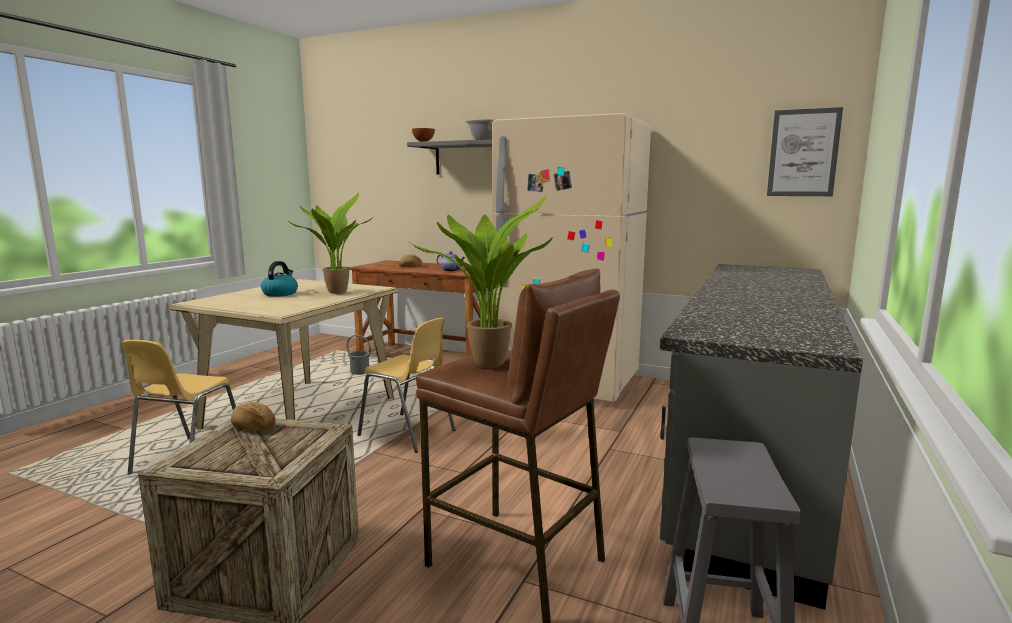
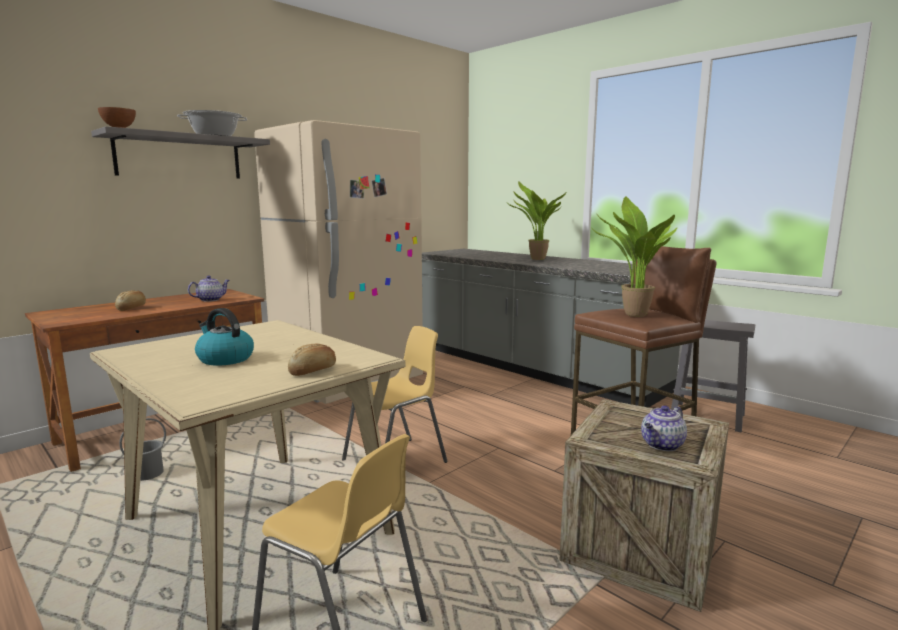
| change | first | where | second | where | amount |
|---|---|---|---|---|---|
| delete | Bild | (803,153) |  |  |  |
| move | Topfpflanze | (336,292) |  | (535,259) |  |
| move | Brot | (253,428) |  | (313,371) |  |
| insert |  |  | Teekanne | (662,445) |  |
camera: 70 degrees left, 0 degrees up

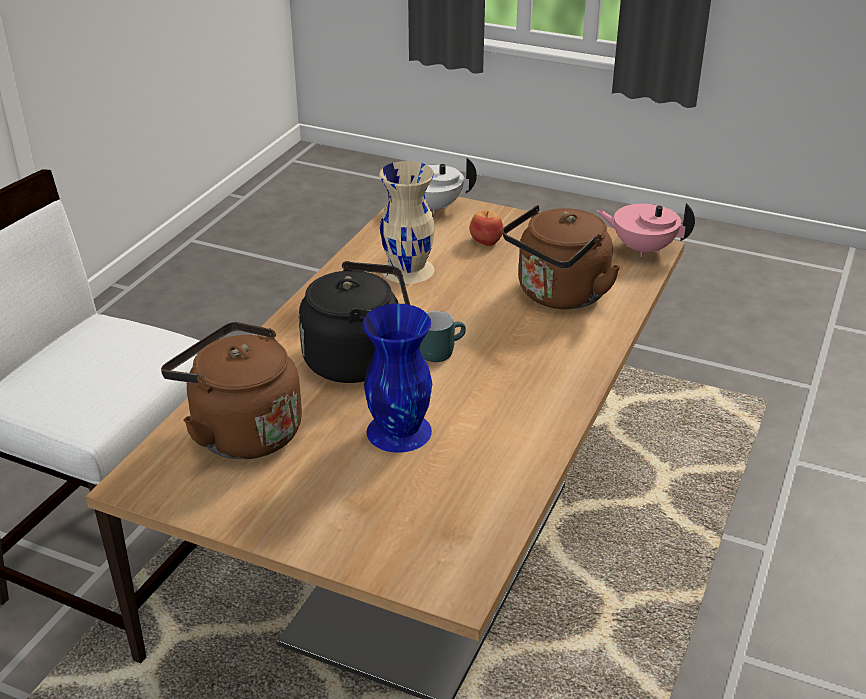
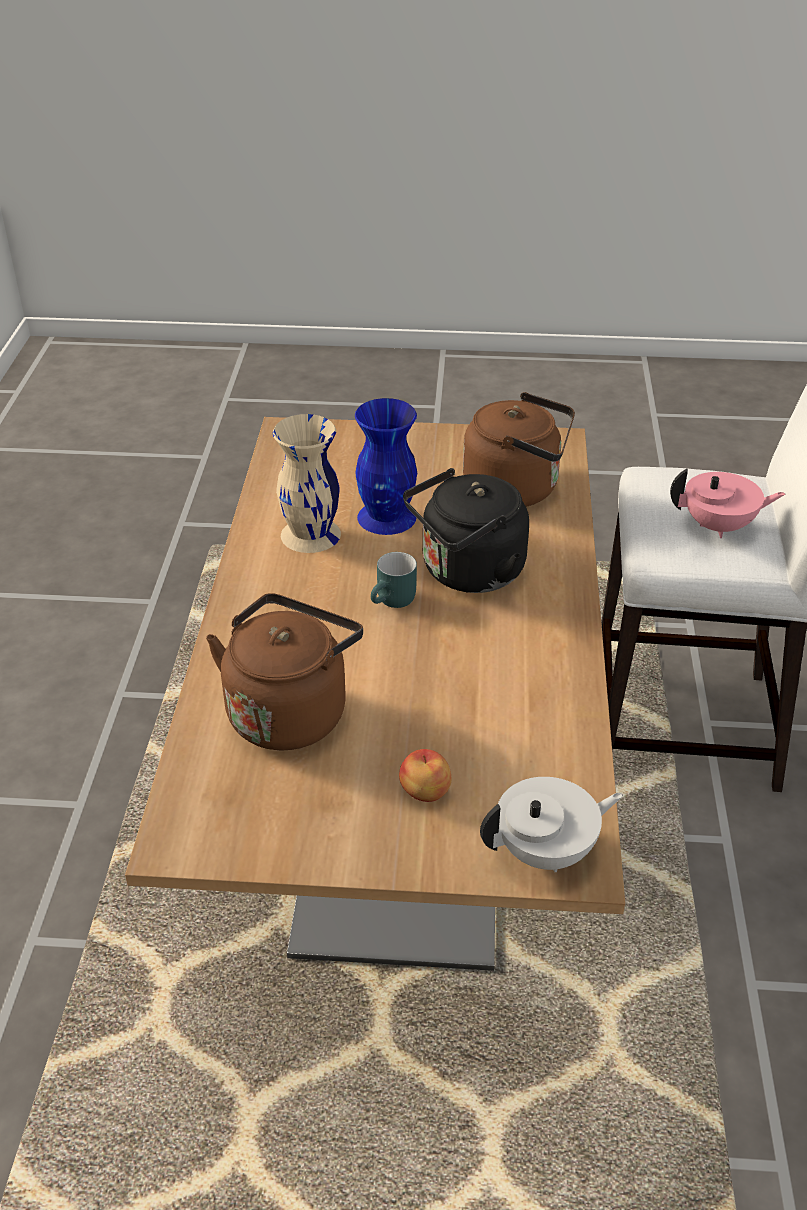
| change | first | where | second | where | amount |
|---|---|---|---|---|---|
| move | Vase (beige) | (408,269) |  | (310,535) |  |
| move | Teekanne (rosa) | (642,248) |  | (719,526) |  |
camera: 160 degrees right, 5 degrees up

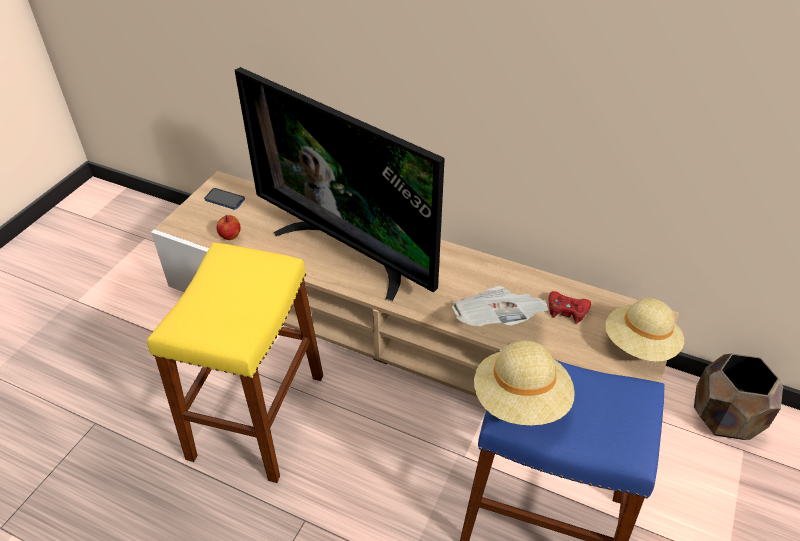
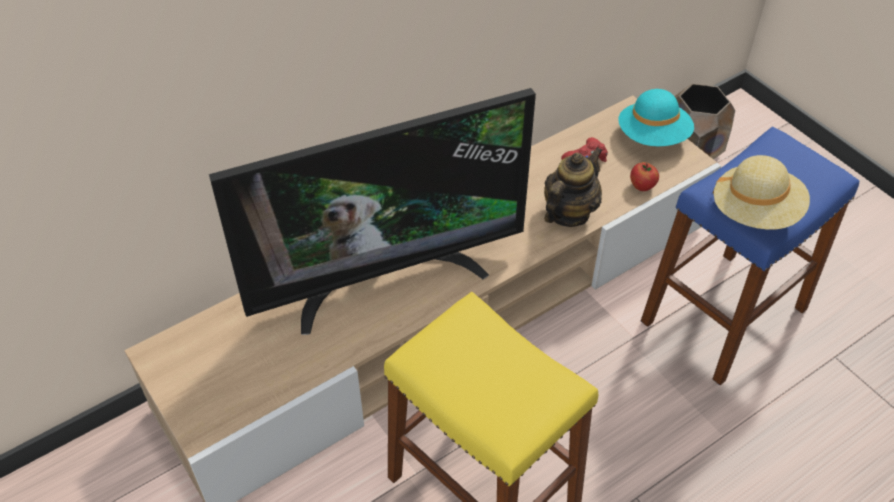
| change | first | where | second | where | amount |
|---|---|---|---|---|---|
| delete | Handy | (225,199) |  |  |  |
| move | Apfel | (230,236) |  | (642,186) |  |
| replace | Zeitung | (495,322) | Teekanne | (568,213) |  |
| recolor | Hut (beige) | (640,345) | Hut (türkis) | (653,137) |  |
camera: 60 degrees left, 5 degrees up

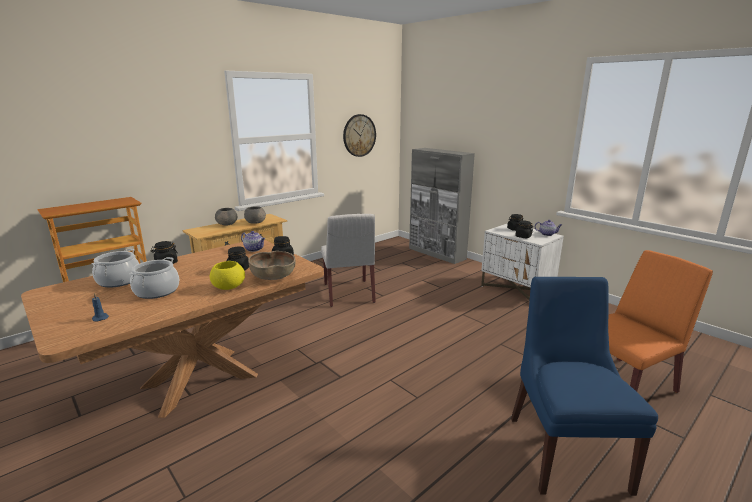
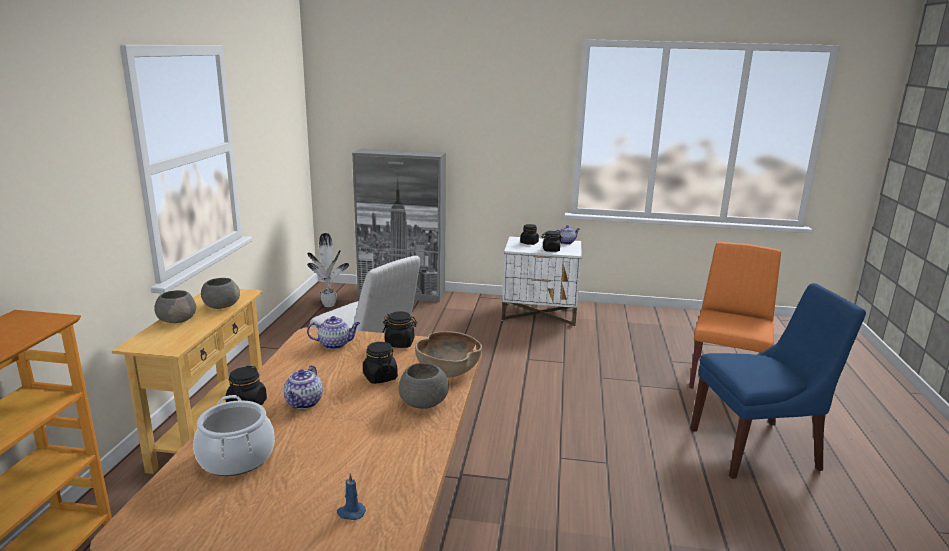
| change | first | where | second | where | amount |
|---|---|---|---|---|---|
| delete | Wanduhr | (359,135) |  |  |  |
| delete | Kochtopf | (156,291) |  |  |  |
| recolor | Schüssel (gelb) | (228,287) | Schüssel (grau) | (422,403) |  |
| rotate | Stuhl (blau) | (565,449) |  | (758,449) | 120 degrees clockwise |
| insert |  |  | Topfpflanze | (329,304) |  |
| insert |  |  | Teekanne | (304,403) |  |
camera: 40 degrees left, 0 degrees up

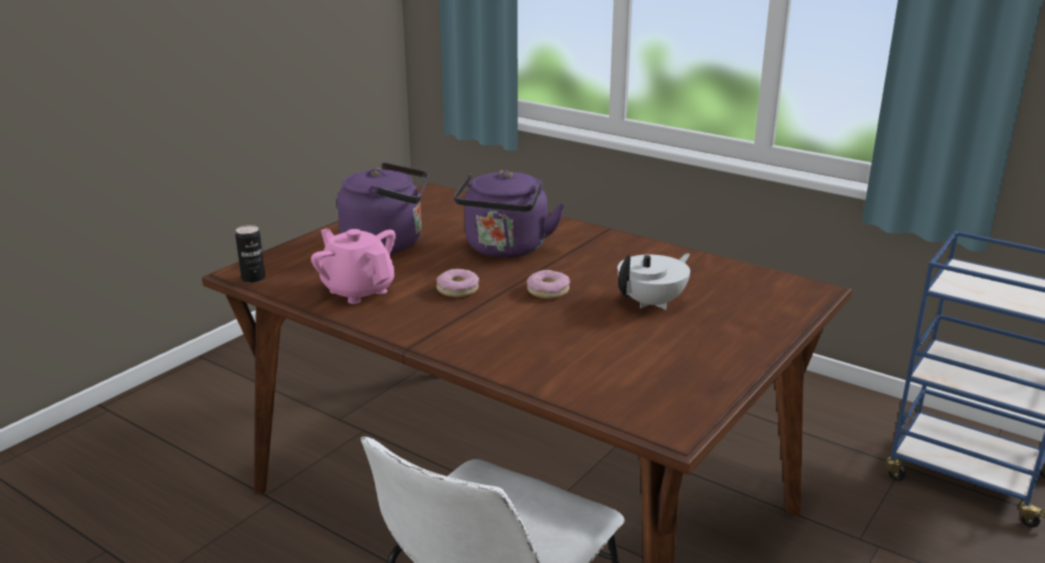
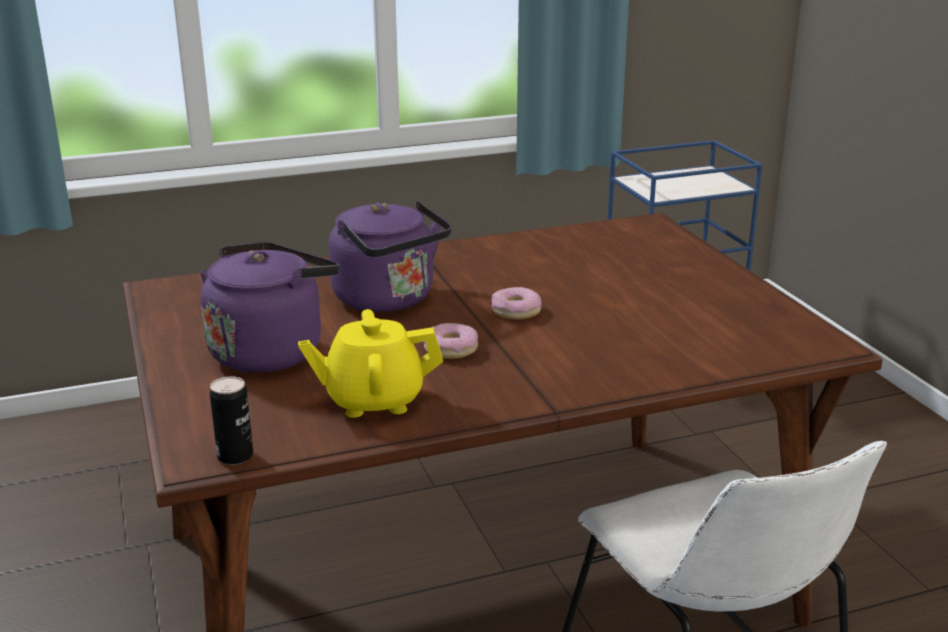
| change | first | where | second | where | amount |
|---|---|---|---|---|---|
| recolor | Teekanne (rosa) | (358,290) | Teekanne (gelb) | (373,400) |  |
| delete | Teekanne (weiß) | (652,302) |  |  |  |
camera: 55 degrees left, 0 degrees up

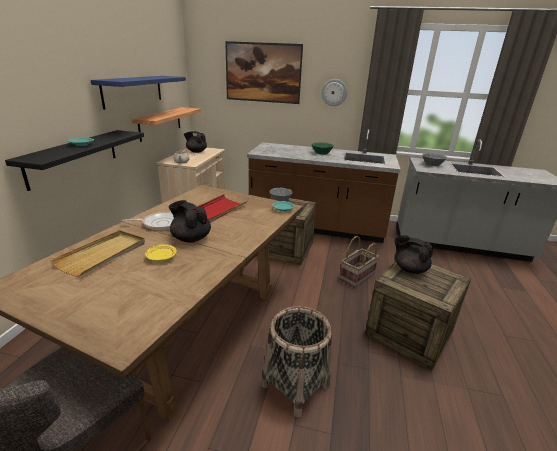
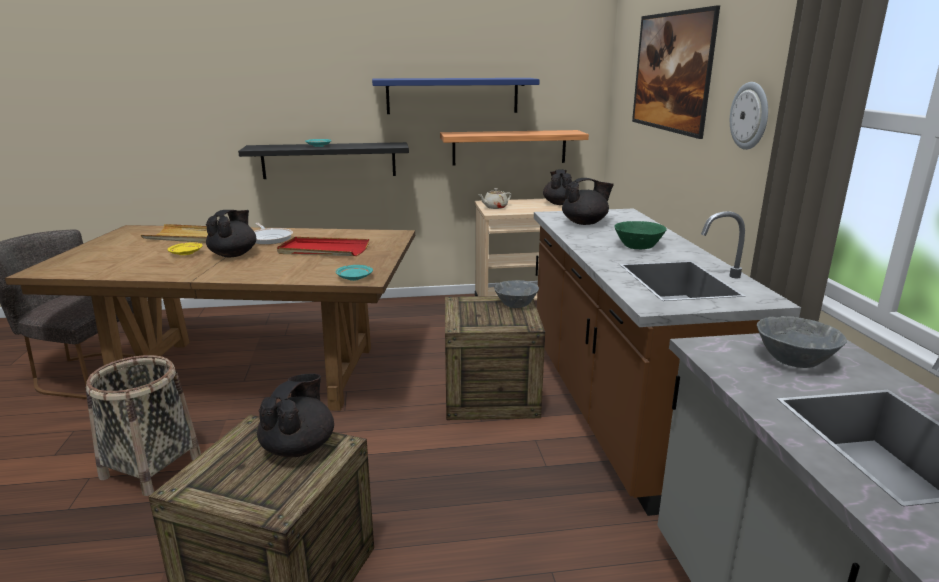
| change | first | where | second | where | amount |
|---|---|---|---|---|---|
| delete | Korb | (357,276) |  |  |  |
| insert |  |  | Teekanne (schwarz) | (585,223) |  |
camera: 70 degrees right, 5 degrees down

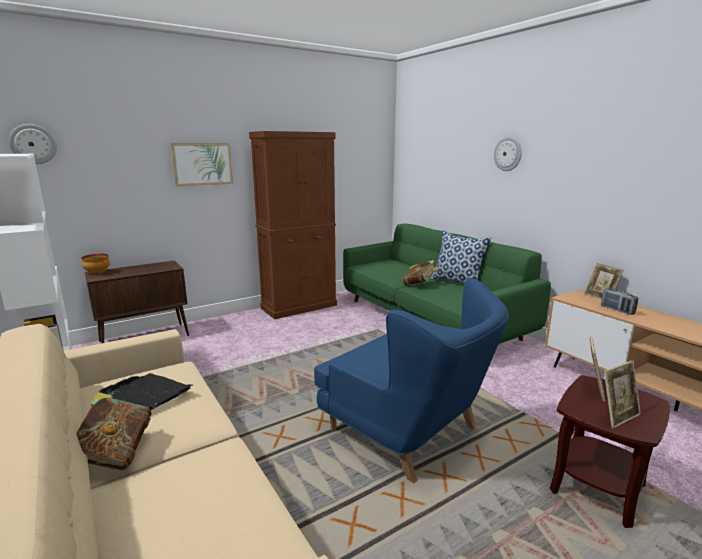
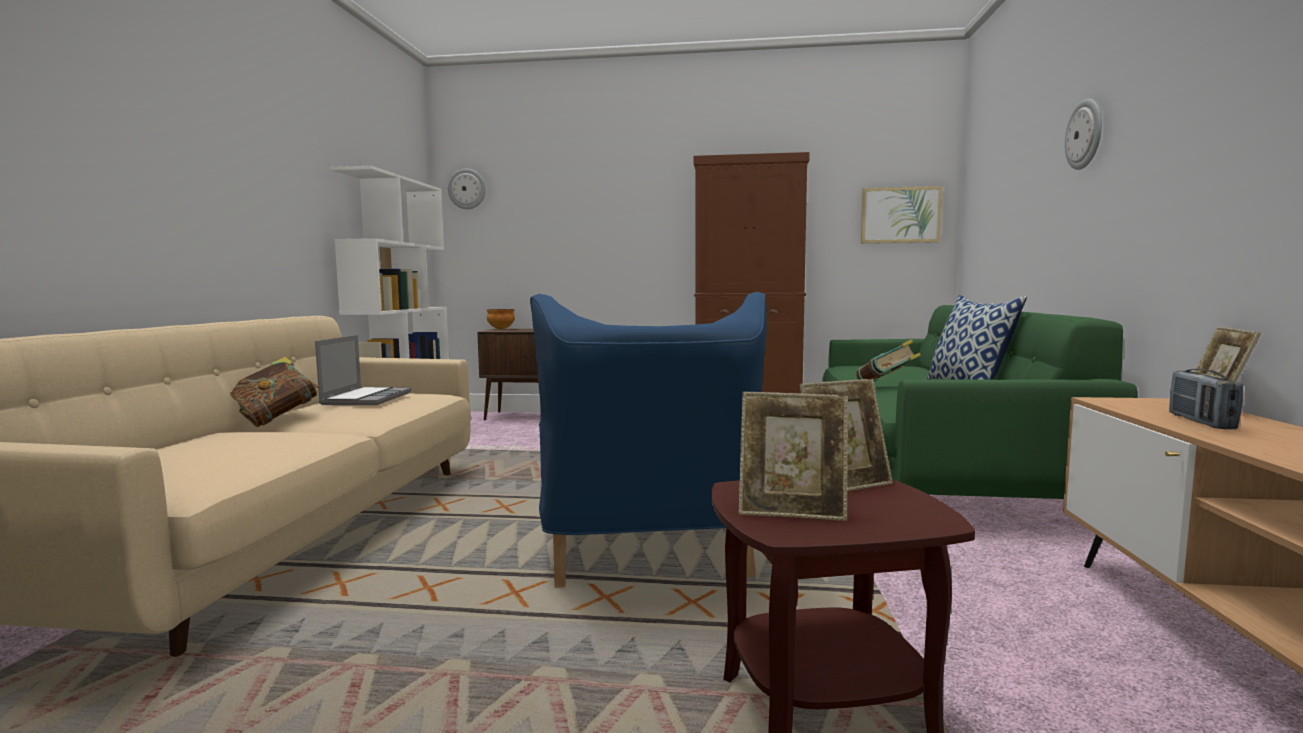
| change | first | where | second | where | amount |
|---|---|---|---|---|---|
| move | Bild | (202,164) |  | (900,215) |  |
| replace | Tablett (schwarz) | (145,395) | Laptop | (366,398) |  |
camera: 40 degrees right, 10 degrees down

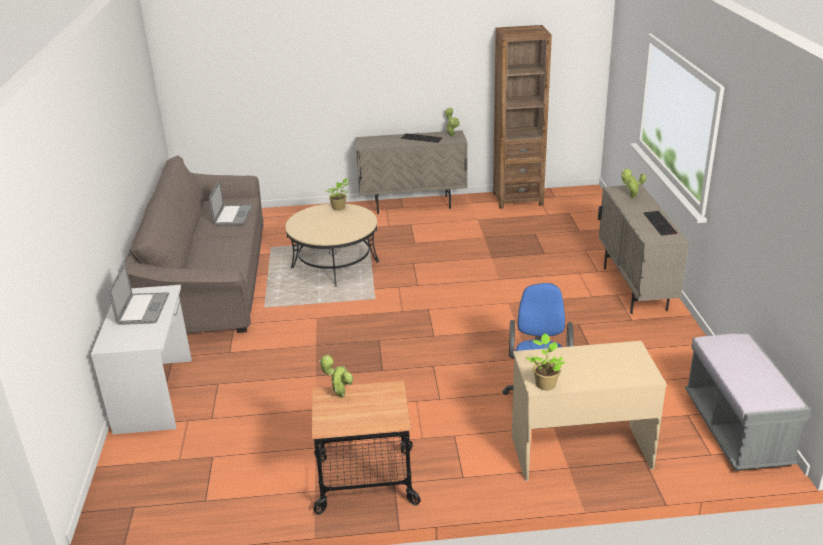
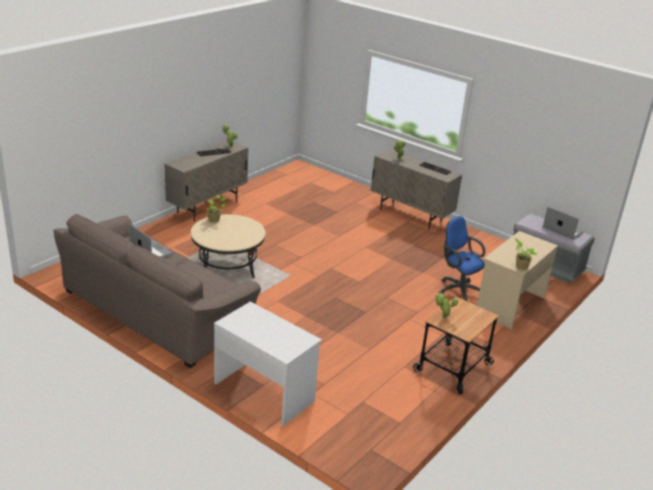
| change | first | where | second | where | amount |
|---|---|---|---|---|---|
| delete | Bücherregal (braun) | (517,199) |  |  |  |
| move | Laptop | (143,309) |  | (562,230) |  |
camera: 50 degrees left, 0 degrees up

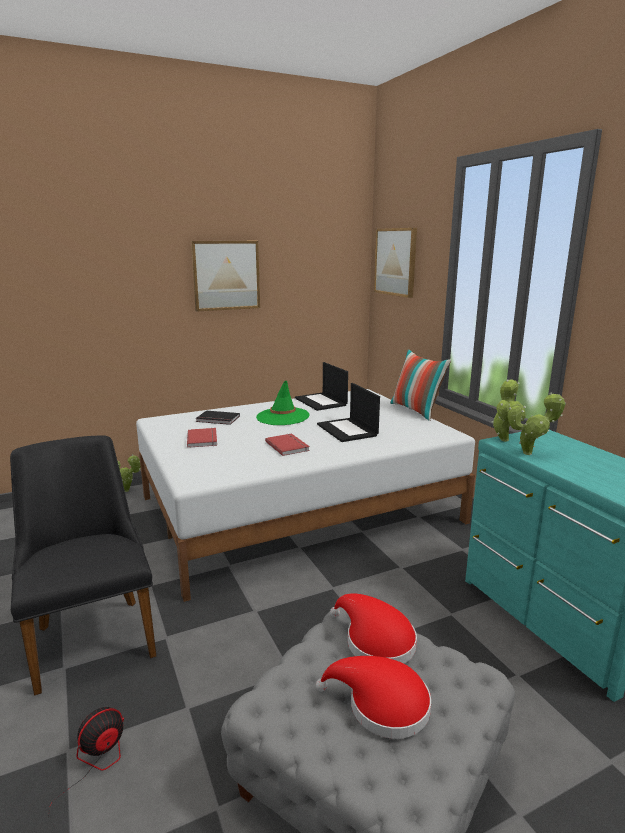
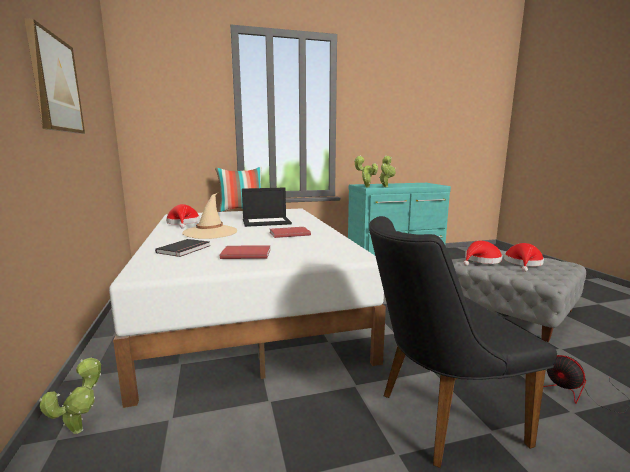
| change | first | where | second | where | amount |
|---|---|---|---|---|---|
| delete | Bild | (396,262) |  |  |  |
| replace | Laptop | (321,402) | Hut (rot) | (183,223) |  |
| recolor | Hut (grün) | (283,417) | Hut (beige) | (210,232) |  |
camera: 80 degrees left, 5 degrees down

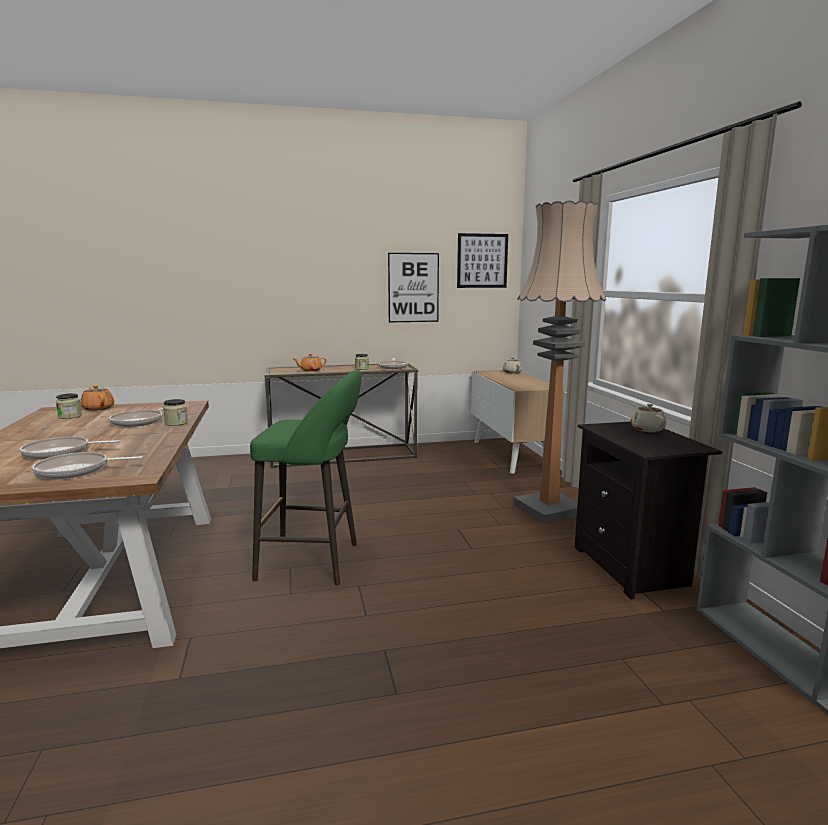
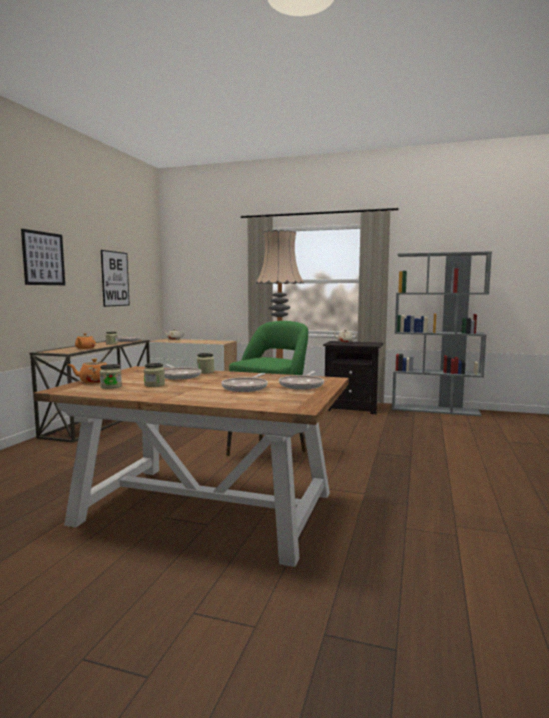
| change | first | where | second | where | amount |
|---|---|---|---|---|---|
| move | Bild | (482,261) |  | (43,258) |  |
| insert |  |  | Vorratsglas | (154,385) |  |
camera: 60 degrees left, 5 degrees down

